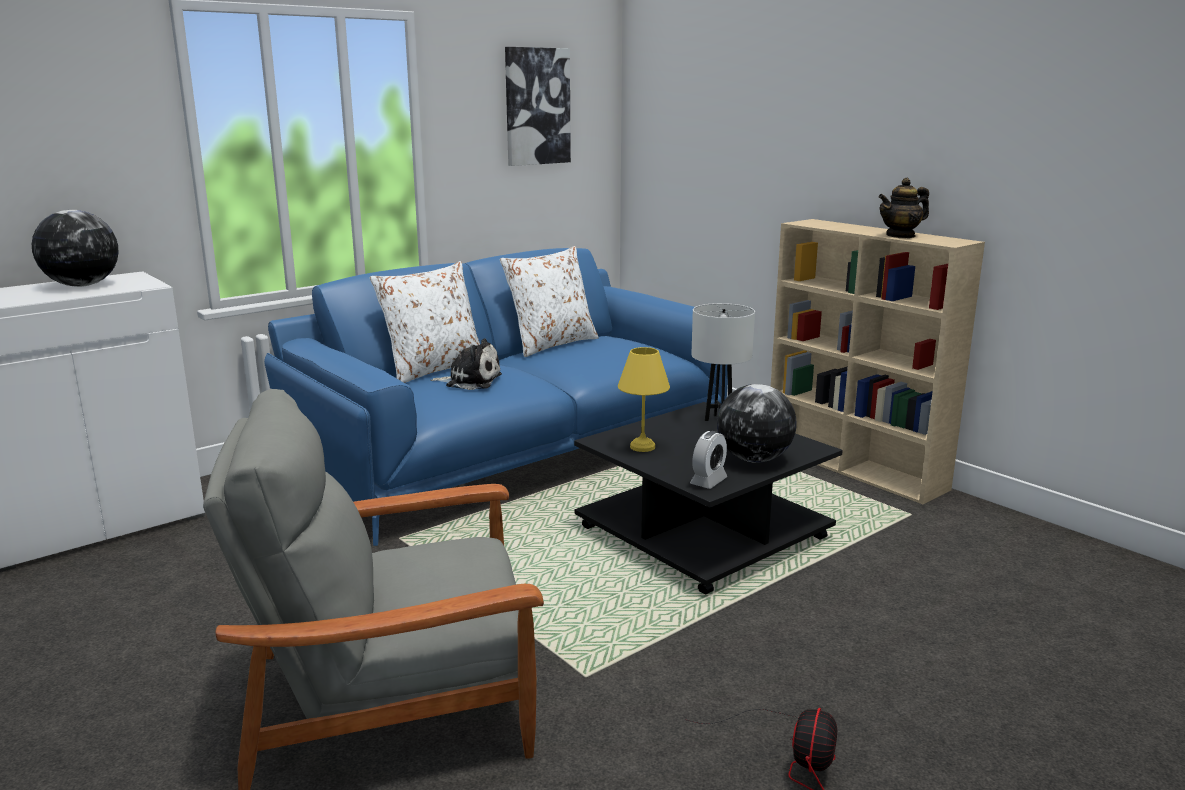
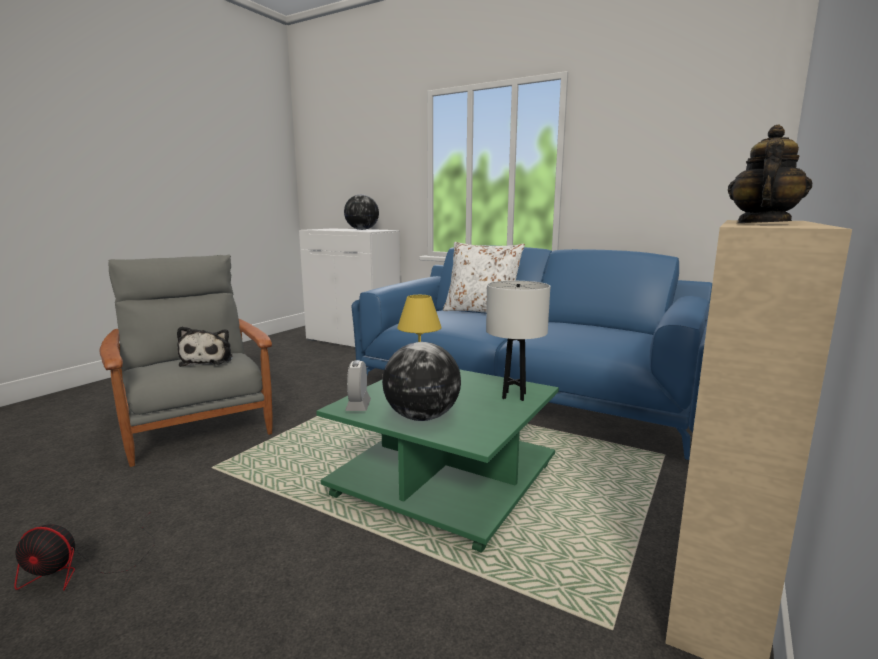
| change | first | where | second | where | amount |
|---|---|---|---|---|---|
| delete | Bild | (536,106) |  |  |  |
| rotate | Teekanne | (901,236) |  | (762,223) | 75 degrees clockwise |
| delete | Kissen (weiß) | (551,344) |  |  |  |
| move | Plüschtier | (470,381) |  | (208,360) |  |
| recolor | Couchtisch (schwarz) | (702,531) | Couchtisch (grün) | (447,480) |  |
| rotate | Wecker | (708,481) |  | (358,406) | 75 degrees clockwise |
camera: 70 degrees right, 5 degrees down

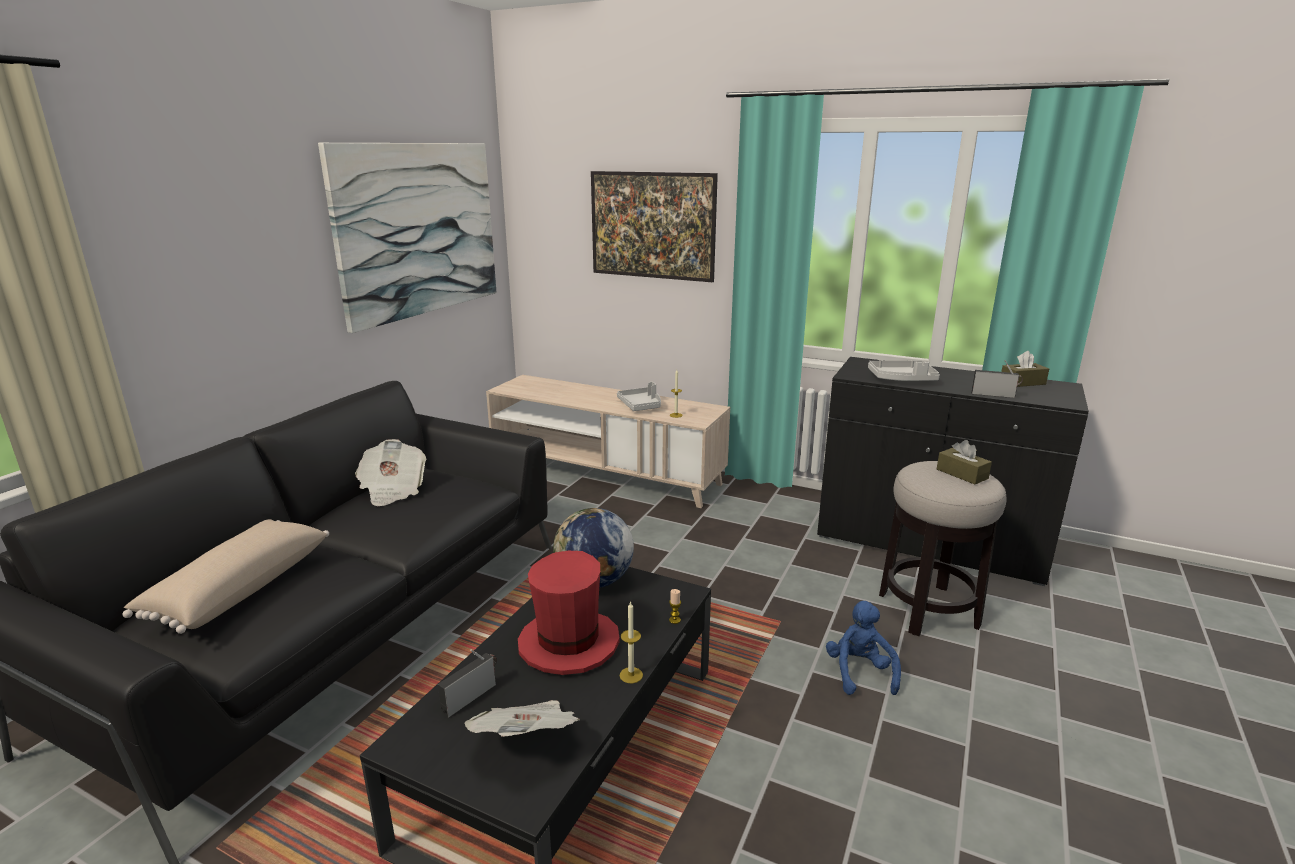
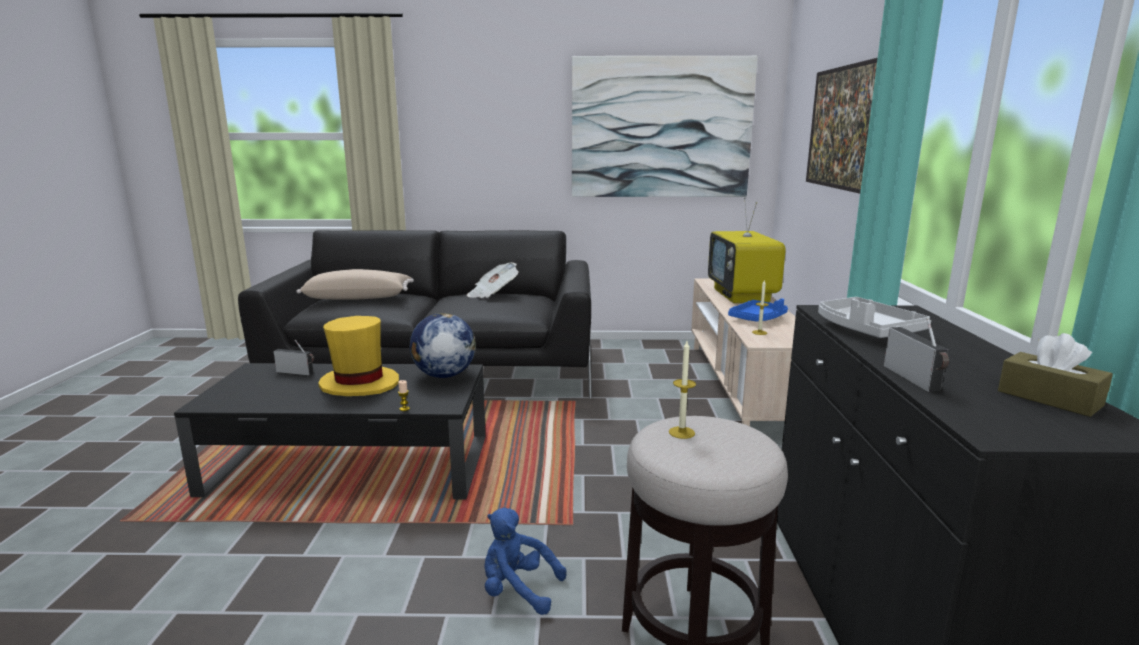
| change | first | where | second | where | amount |
|---|---|---|---|---|---|
| recolor | Tablett (grau) | (641,406) | Tablett (blau) | (757,318) |  |
| delete | Taschentuchbox (braun) | (962,474) |  |  |  |
| recolor | Hut (rot) | (569,643) | Hut (gelb) | (359,384) |  |
| move | Kerze | (631,675) |  | (681,432) |  |
| rotate | Plüschtier (blau) | (859,672) |  | (518,590) | 135 degrees counterclockwise |
| delete | Zeitung | (527,740) |  |  |  |
| insert |  |  | Fernseher | (742,296) |  |
camera: 65 degrees right, 5 degrees down

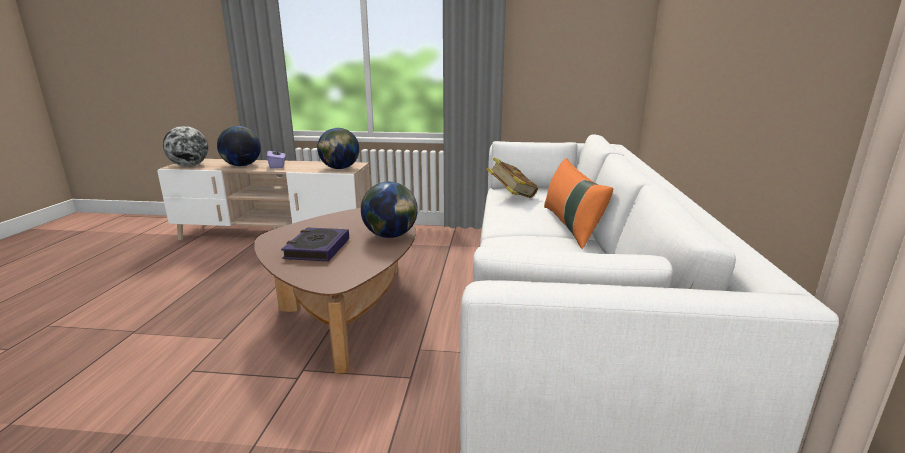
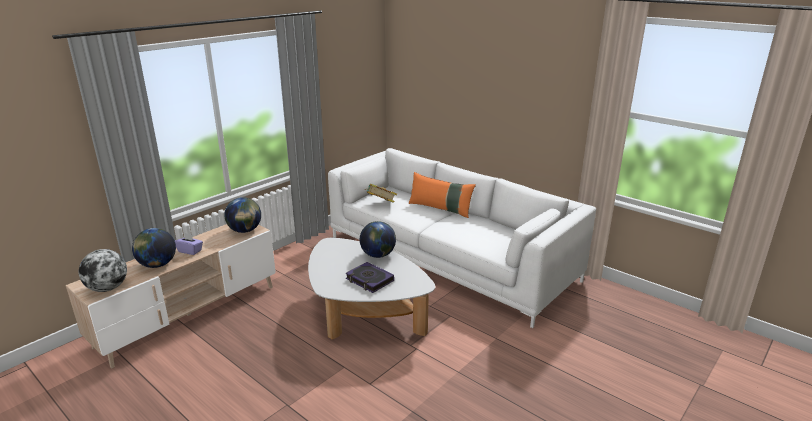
| change | first | where | second | where | amount |
|---|---|---|---|---|---|
| recolor | Couchtisch (braun) | (349,310) | Couchtisch (weiß) | (364,314) |  |
camera: 55 degrees left, 5 degrees up

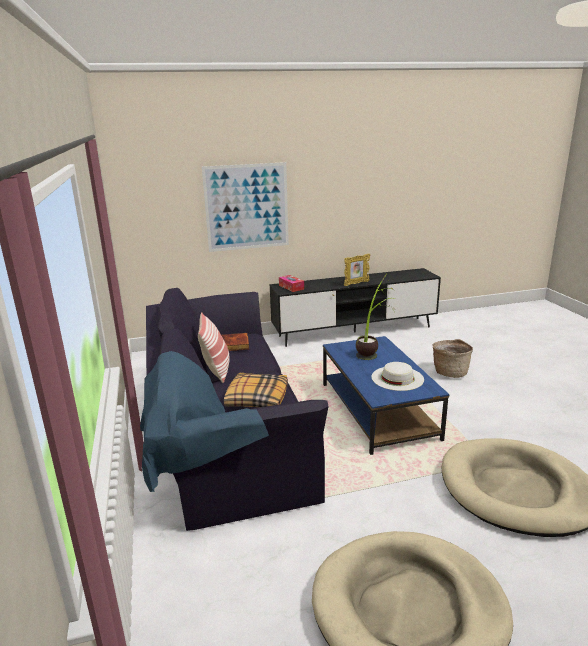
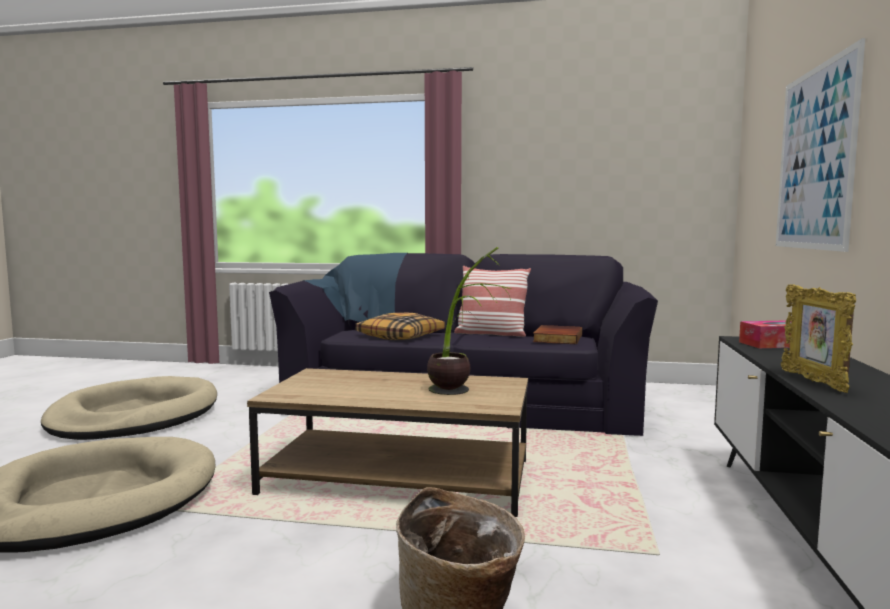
| change | first | where | second | where | amount |
|---|---|---|---|---|---|
| recolor | Couchtisch (blau) | (377,410) | Couchtisch (braun) | (400,478) |  |
| delete | Hut (weiß) | (397,378) |  |  |  |
camera: 115 degrees right, 15 degrees down

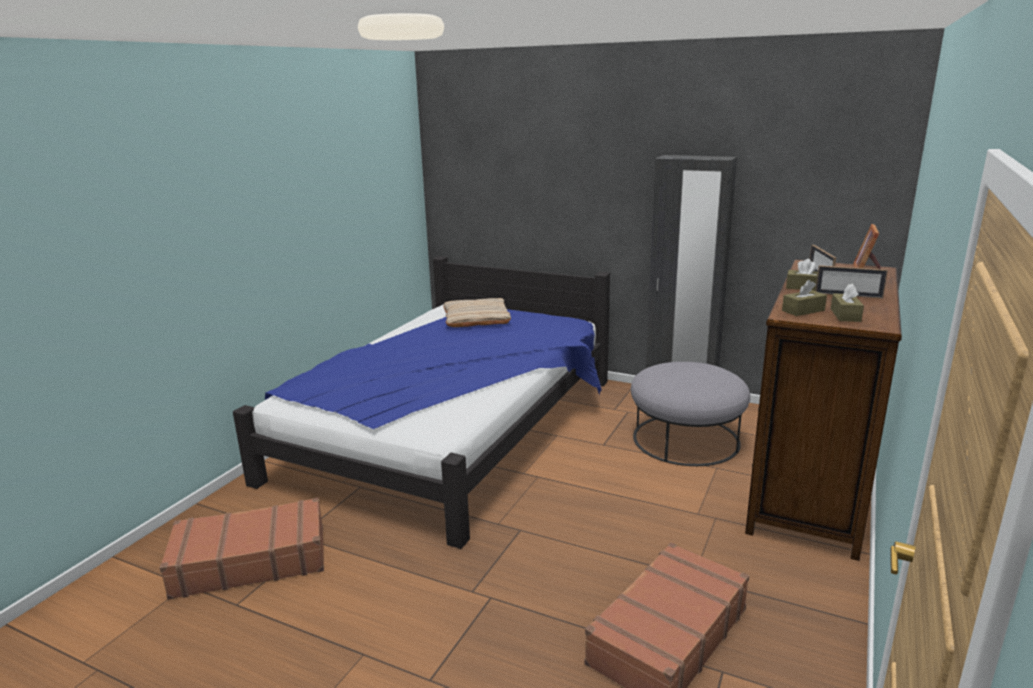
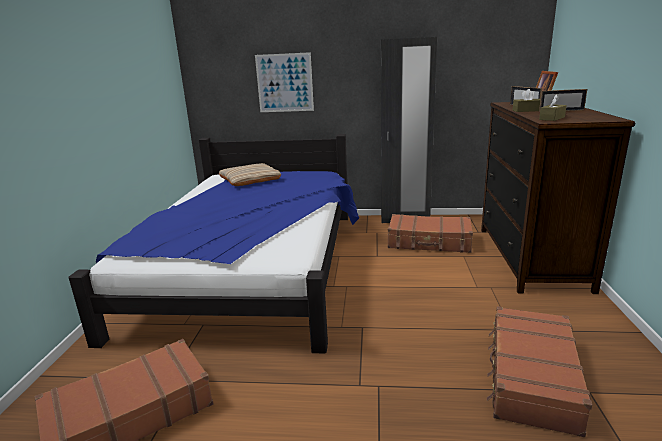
| change | first | where | second | where | amount |
|---|---|---|---|---|---|
| delete | Taschentuchbox (braun) | (845,315) |  |  |  |
| replace | Polsterhocker (grau) | (686,439) | Koffer (braun) | (429,242) |  |
| insert |  |  | Bild | (284,83) |  |
camera: 20 degrees left, 0 degrees up

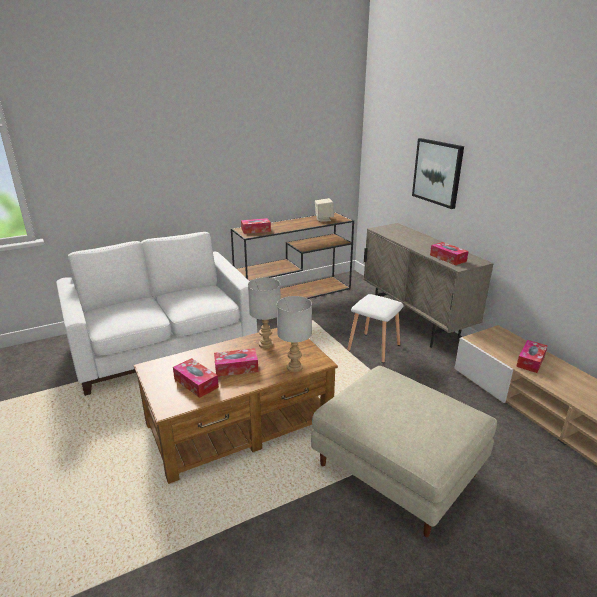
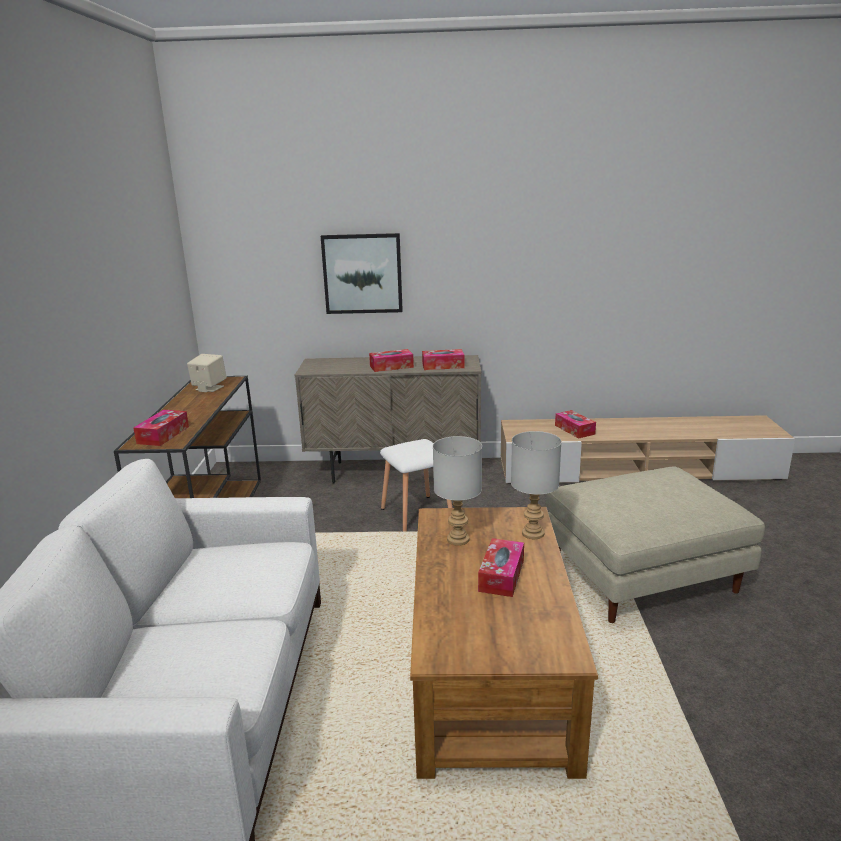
| change | first | where | second | where | amount |
|---|---|---|---|---|---|
| move | Taschentuchbox | (196,383) |  | (391,366) |  |
camera: 60 degrees left, 5 degrees down

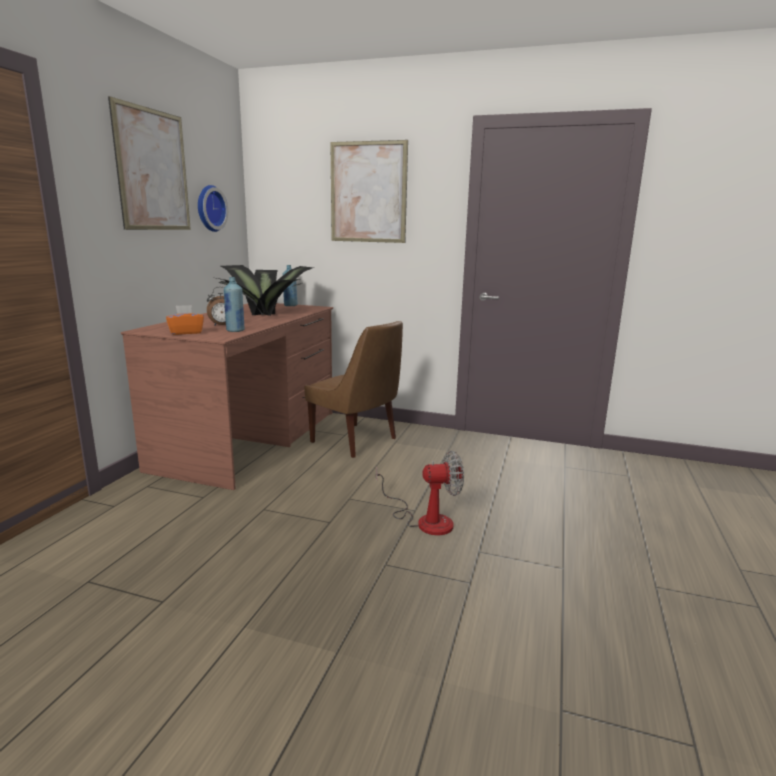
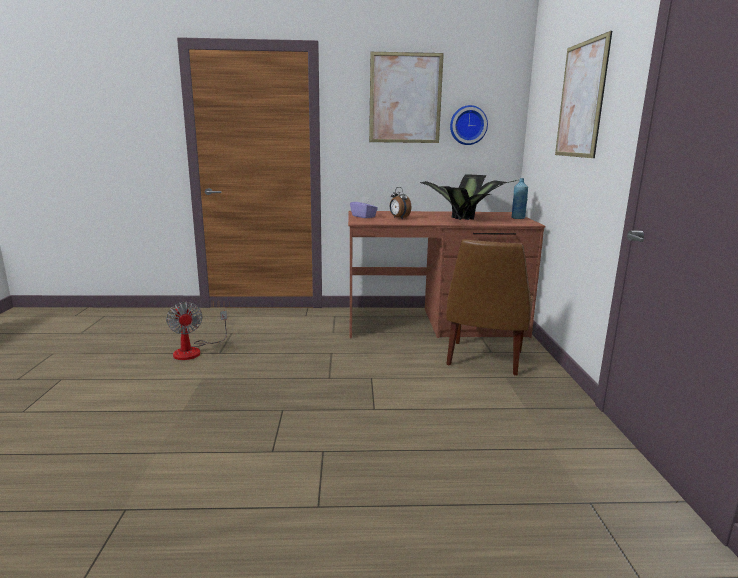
| change | first | where | second | where | amount |
|---|---|---|---|---|---|
| delete | Flasche (blau) | (235,330) |  |  |  |
| recolor | Taschentuchbox (orange) | (186,332) | Taschentuchbox (lila) | (363,216) |  |
| move | Ventilator | (425,520) |  | (194,350) |  |
camera: 70 degrees right, 0 degrees up

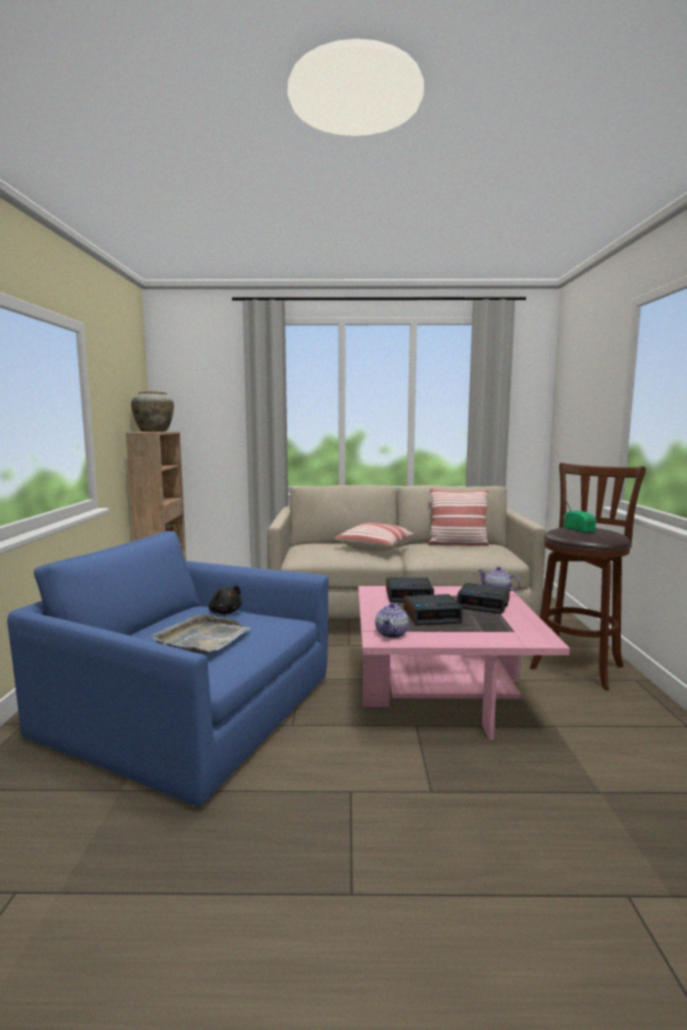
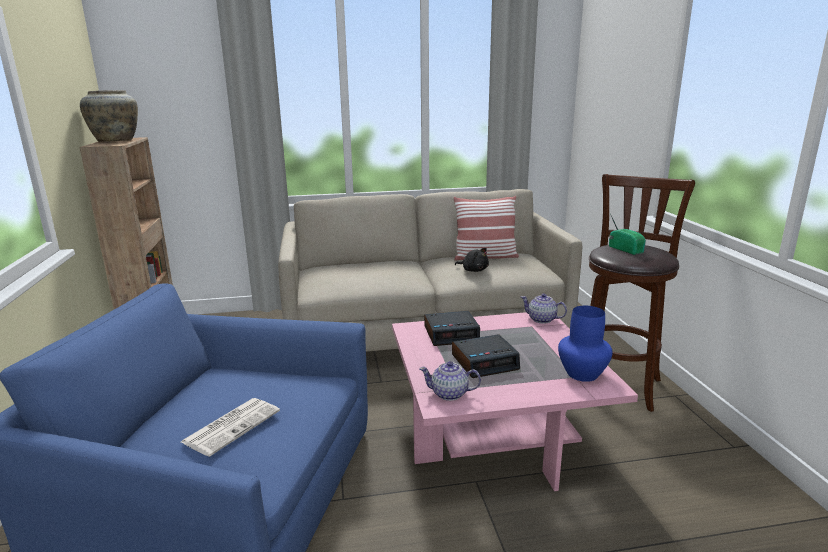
| change | first | where | second | where | amount |
|---|---|---|---|---|---|
| delete | Kissen | (375,547) |  |  |  |
| delete | Wecker | (484,604) |  |  |  |
| move | Plüschtier (schwarz) | (225,612) |  | (473,270) |  |
| rotate | Teekanne | (392,633) |  | (450,394) | 90 degrees clockwise |
| replace | Tablett (grau) | (202,638) | Zeitung | (232,426) |  |
| insert |  |  | Vase (blau) | (583,374) |  |
camera: 10 degrees left, 10 degrees up

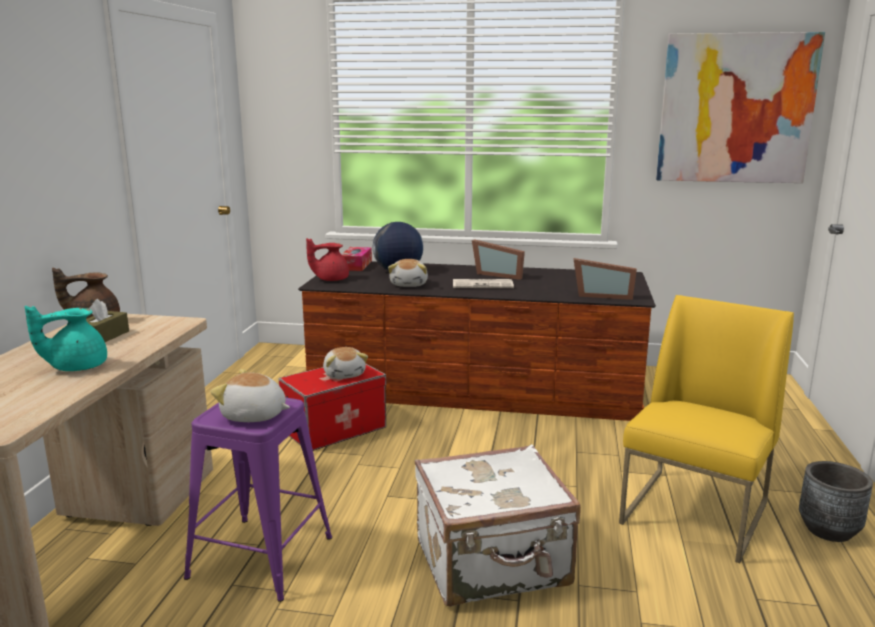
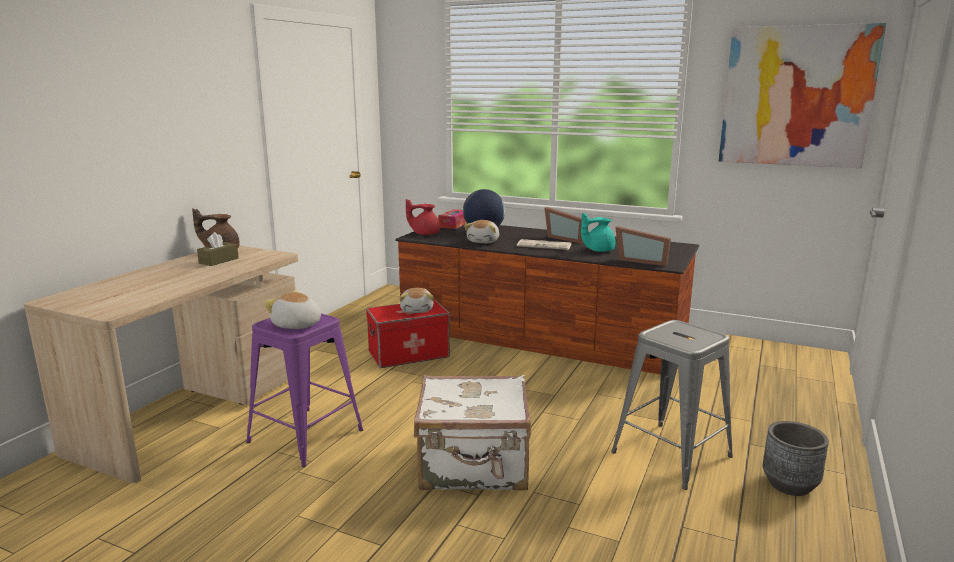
| change | first | where | second | where | amount |
|---|---|---|---|---|---|
| replace | Stuhl (gelb) | (695,514) | Hocker (grau) | (671,454) |  |
| move | Teekanne (türkis) | (76,367) |  | (598,250) |  |
camera: 15 degrees right, 0 degrees up

